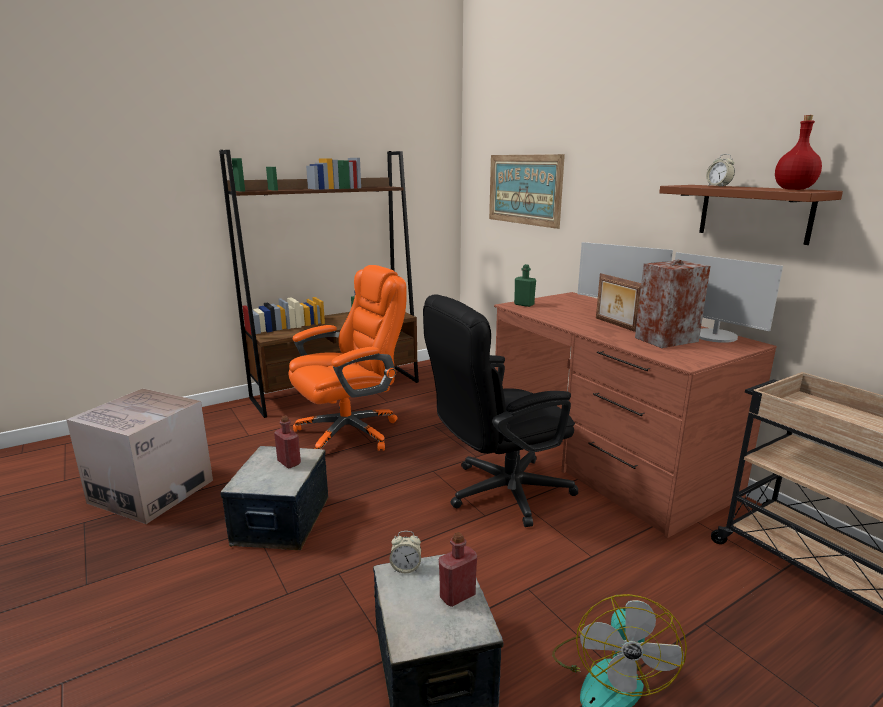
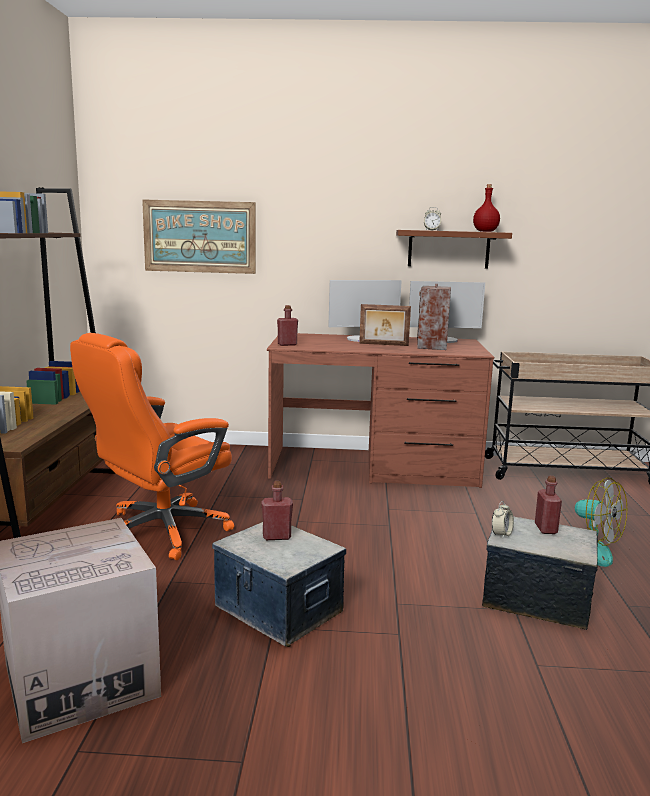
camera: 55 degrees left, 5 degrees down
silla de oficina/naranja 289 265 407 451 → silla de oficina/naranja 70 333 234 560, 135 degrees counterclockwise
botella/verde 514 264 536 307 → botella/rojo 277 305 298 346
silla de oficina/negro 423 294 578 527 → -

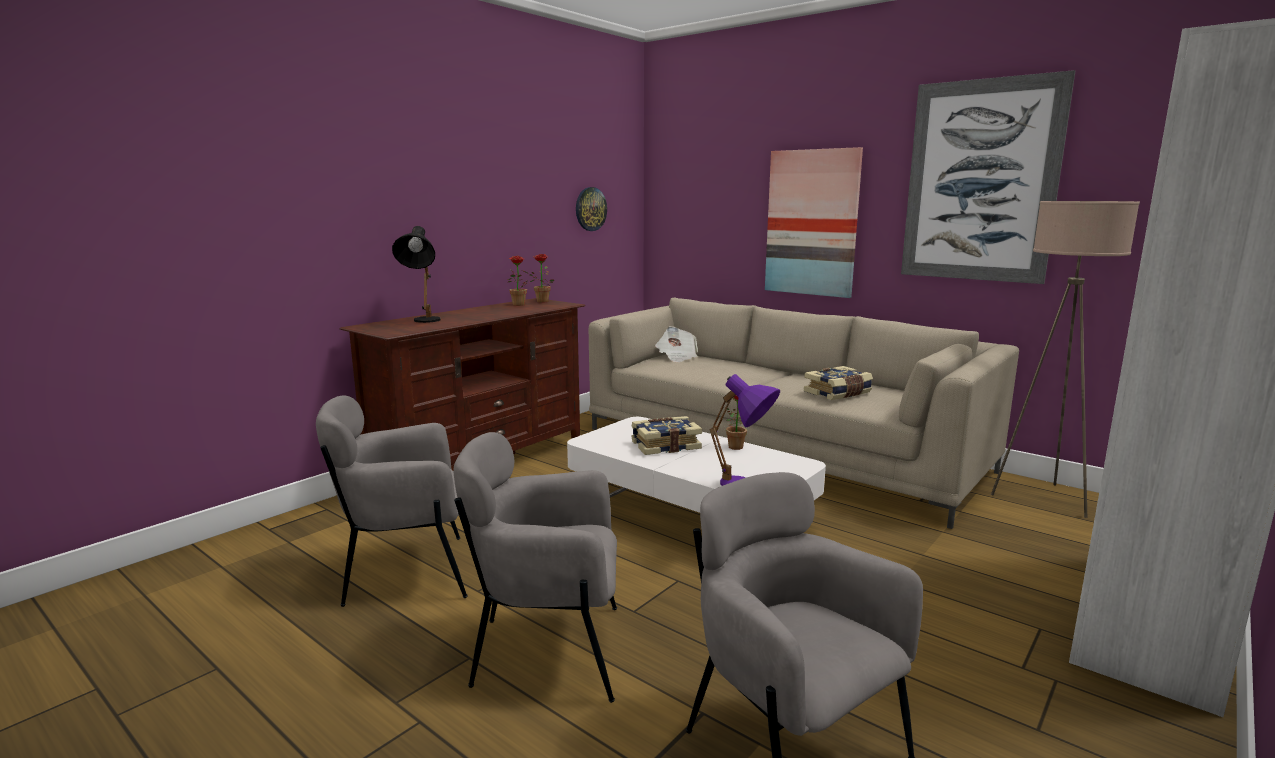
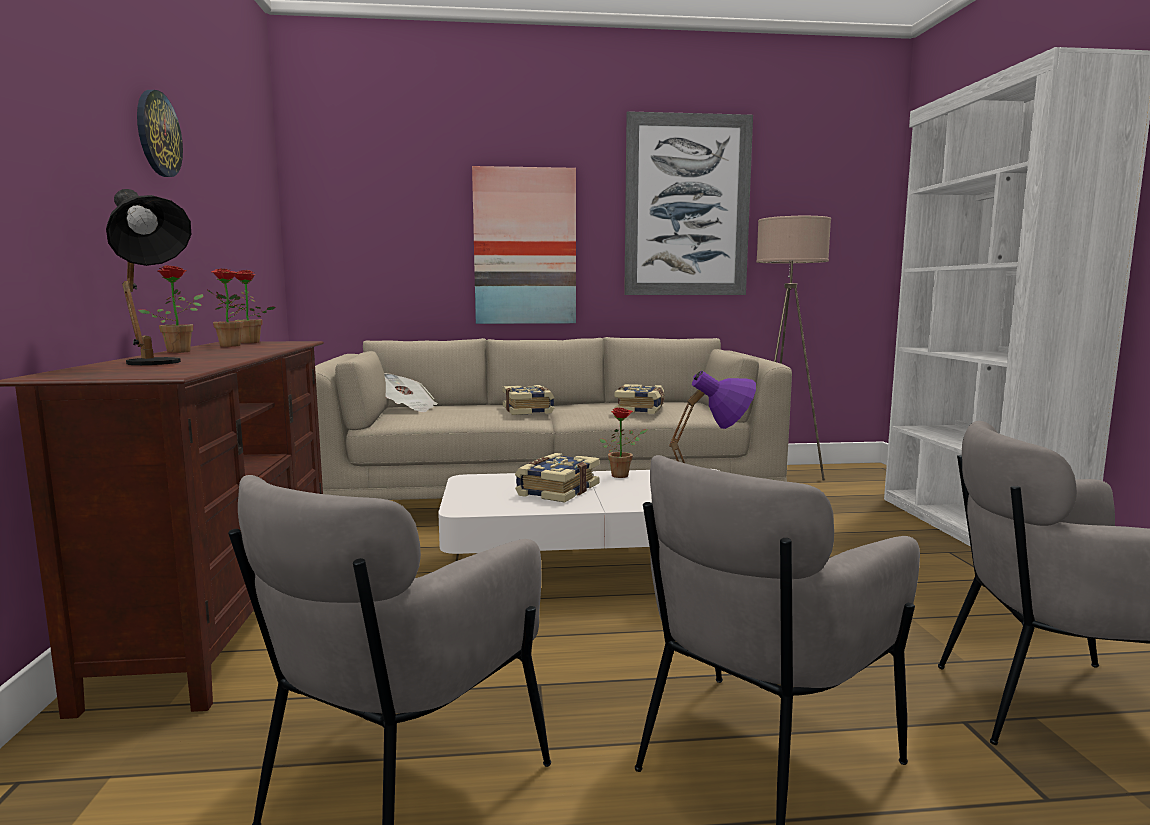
camera: 45 degrees left, 5 degrees down
reloj de pared 576 187 607 231 → reloj de pared 137 90 183 177, shifted
- → planta en maceta 138 265 203 353
- → libro 502 385 554 415

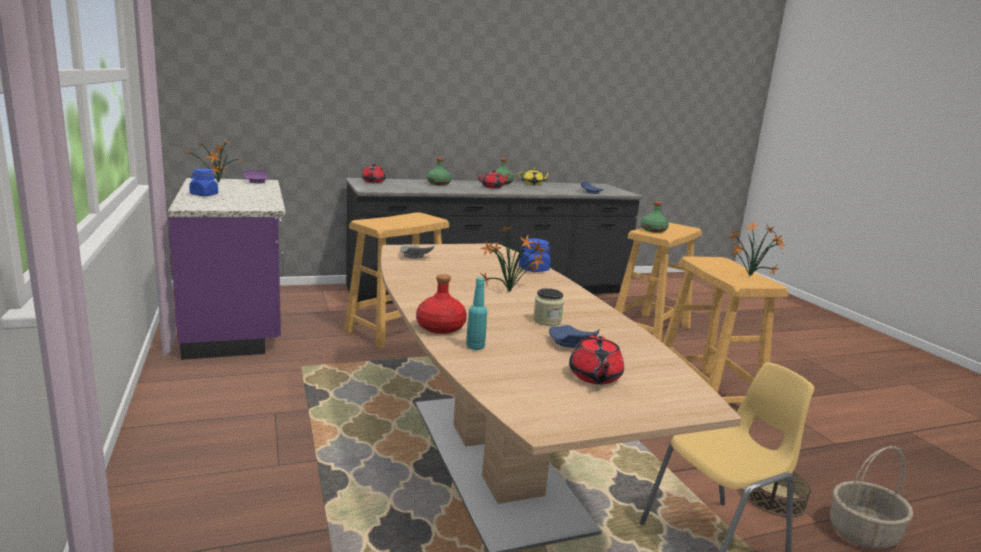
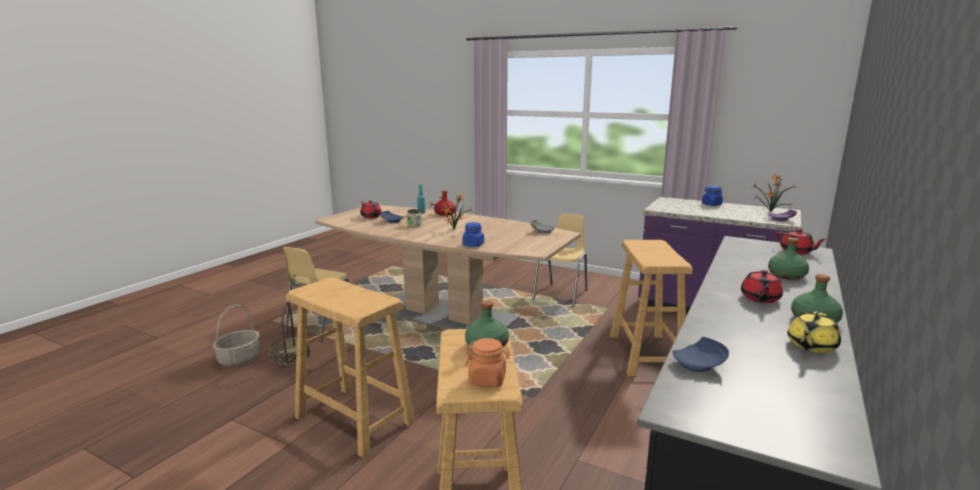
camera: 140 degrees right, 0 degrees up
- → tarro/naranja 465 338 511 387
- → silla/amarillo 533 214 587 307
planta en maceta 727 221 785 276 → -

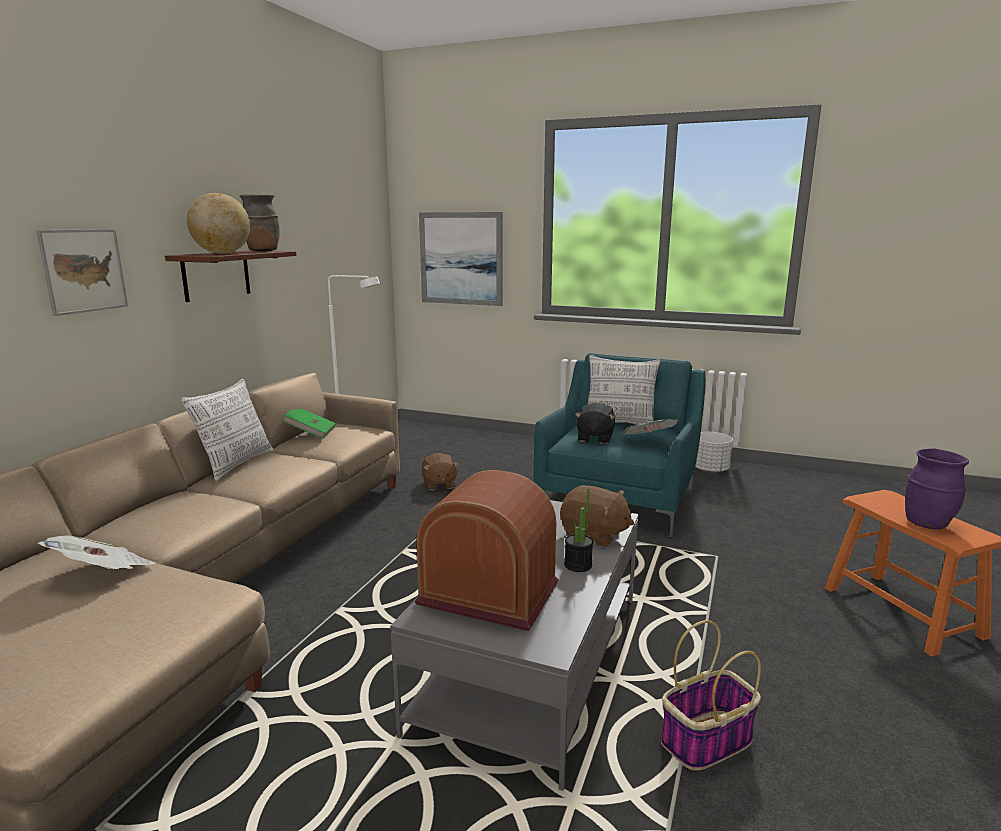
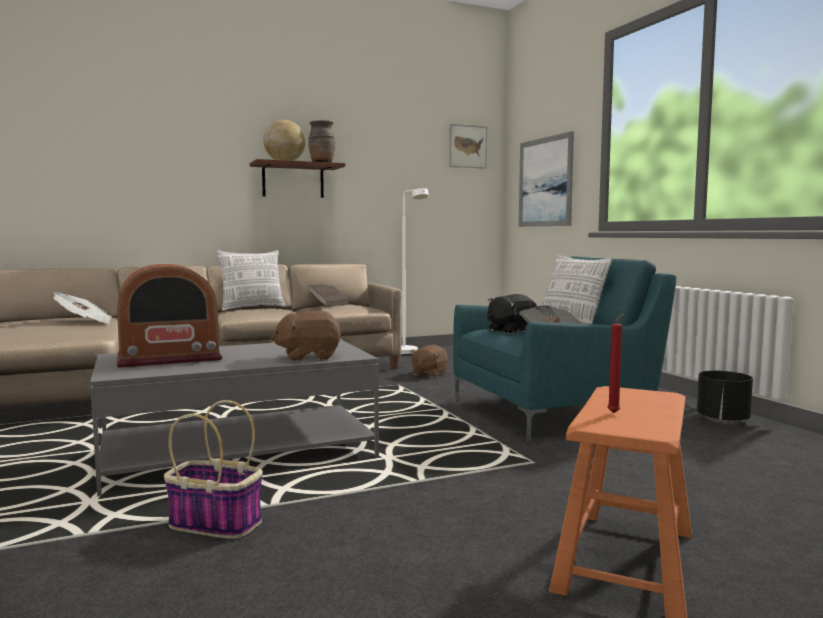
camera: 45 degrees right, 10 degrees down
radio 415 470 559 631 → radio 117 264 222 368, 90 degrees clockwise
peluche/marrón 560 485 634 547 → peluche/marrón 271 311 341 362, 90 degrees clockwise
libro/verde 283 409 336 439 → libro/marrón 308 284 350 306
cuadro 36 229 128 316 → cuadro 449 124 487 169, shifted
florero/morado 905 449 969 530 → vela/rojo 607 314 624 413
maceta/blanco 695 432 733 473 → maceta/negro 697 371 753 424
planta en maceta 564 488 593 572 → -

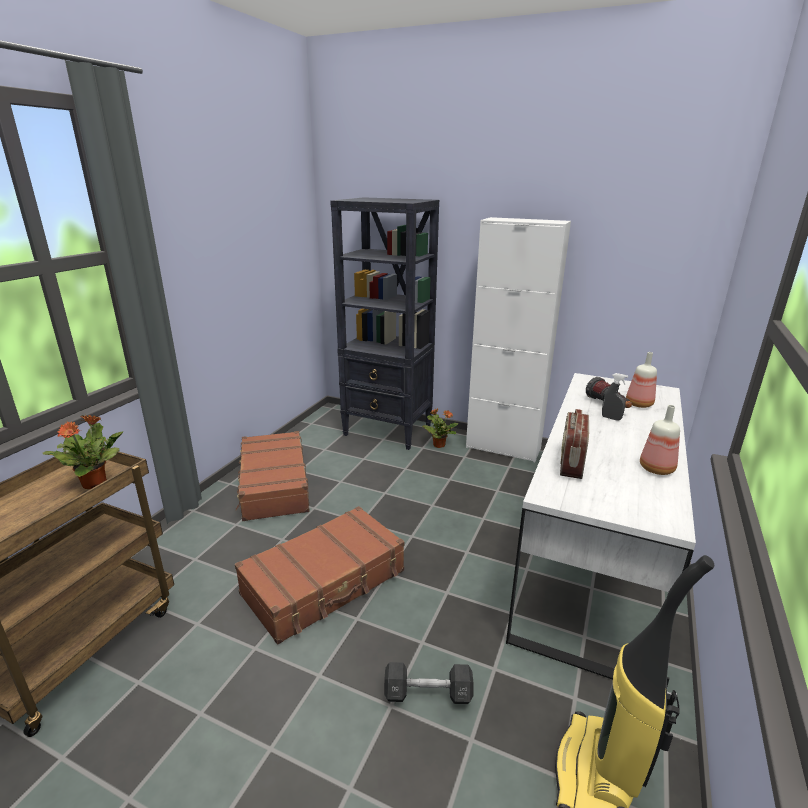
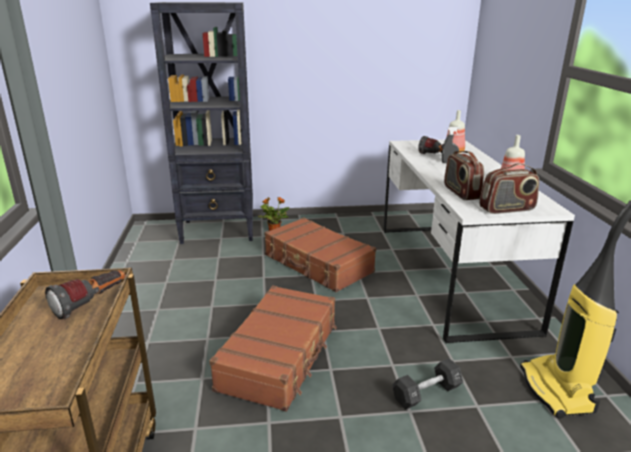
camera: 30 degrees left, 0 degrees up
planta en maceta 43 415 123 489 → linterna 45 270 125 319
maleta/marrón 236 431 310 521 → maleta/marrón 264 217 376 292, shifted
- → radio 479 163 539 214
armario/blanco 466 217 571 462 → -

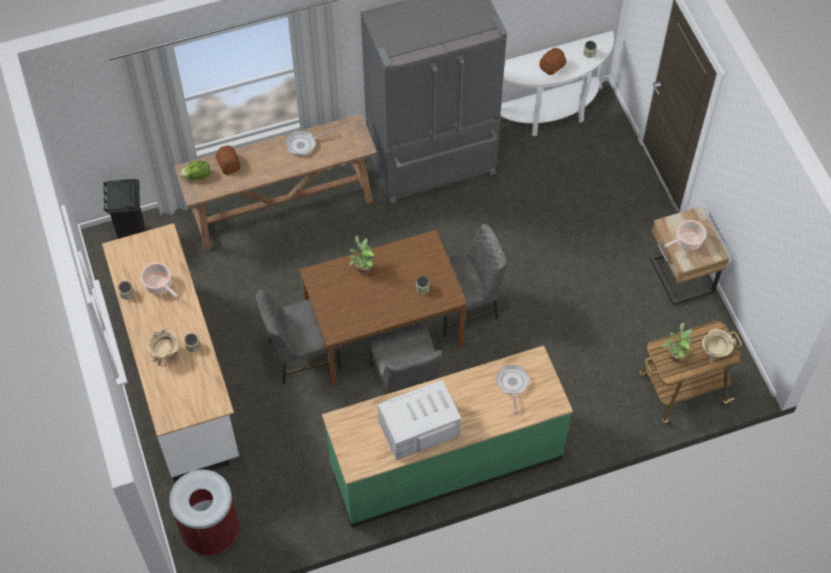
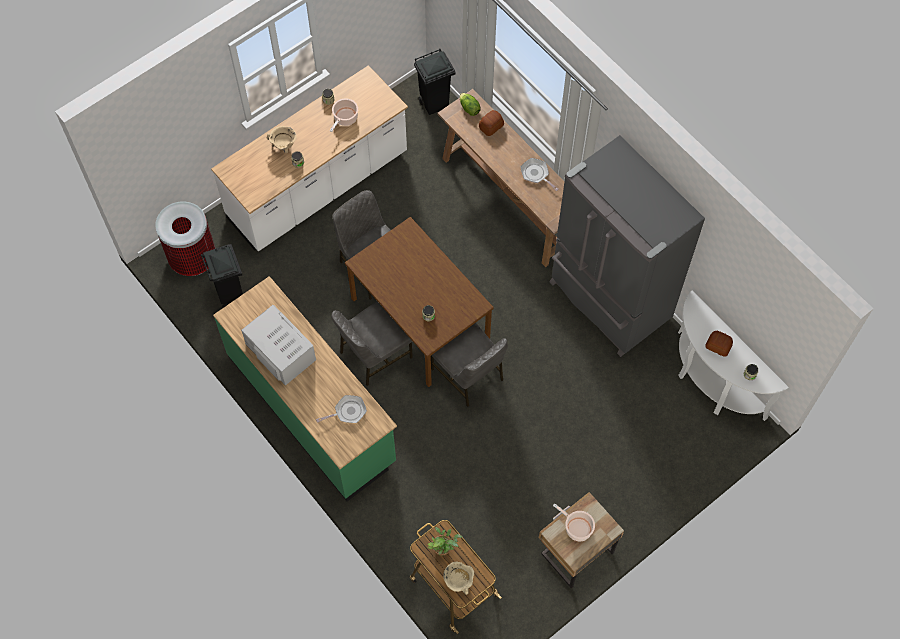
camera: 70 degrees right, 5 degrees up
- → papelera/negro 201 244 243 308
planta en maceta 349 235 375 274 → -

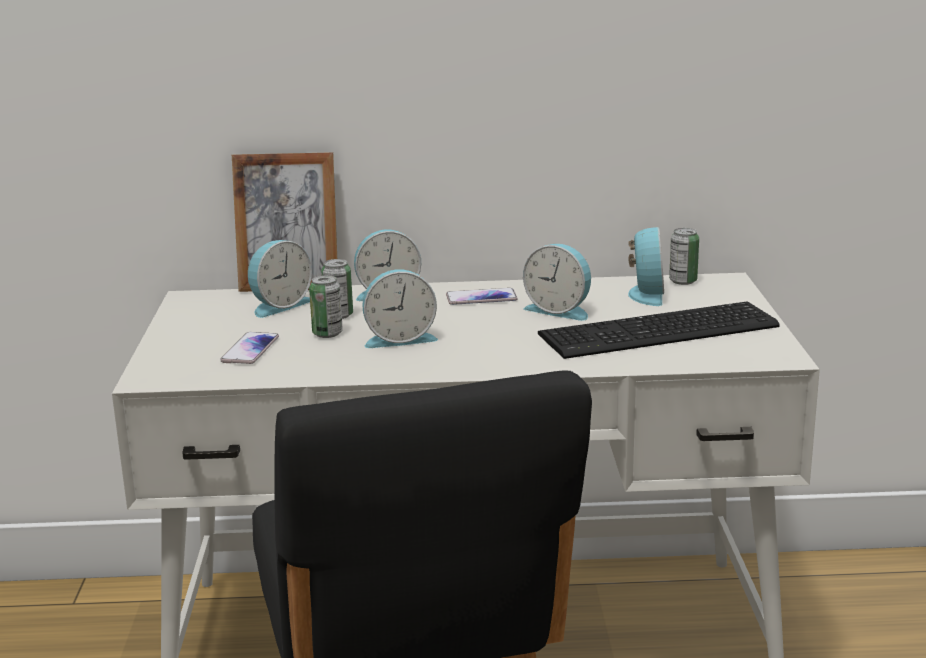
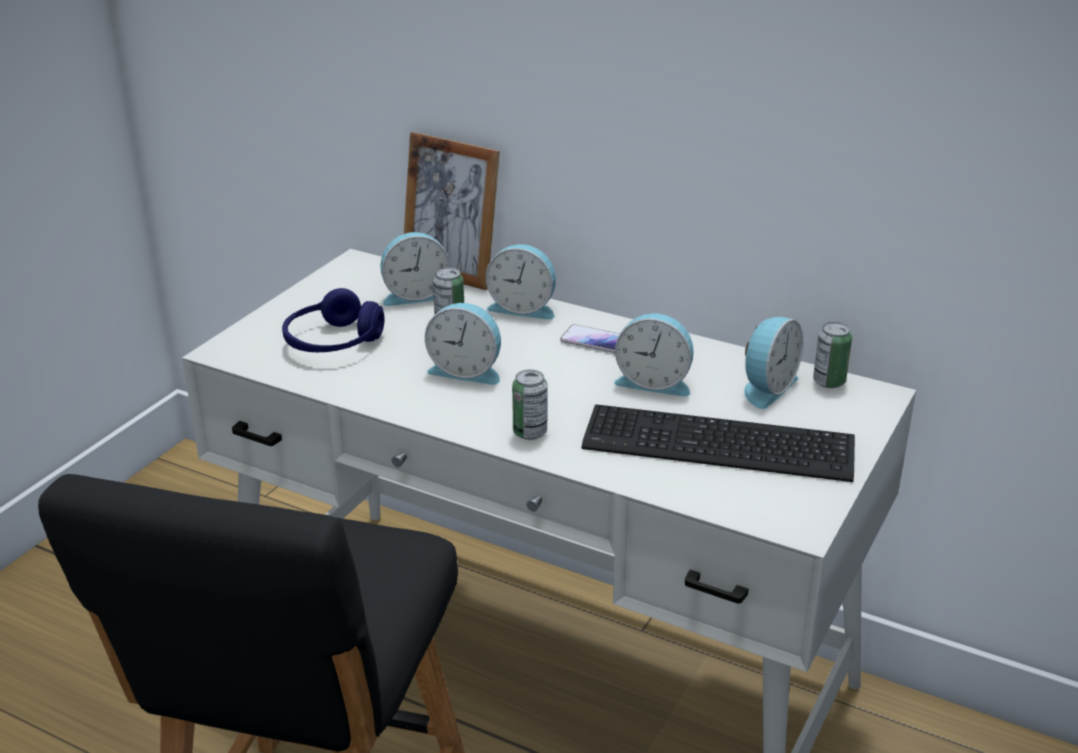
camera: 30 degrees right, 10 degrees up
móvil 220 332 279 364 → auriculares/azul 282 288 385 352
lata 309 275 343 338 → lata 512 370 547 440, shifted
despertador 523 244 591 321 → despertador 614 313 694 397, 45 degrees counterclockwise

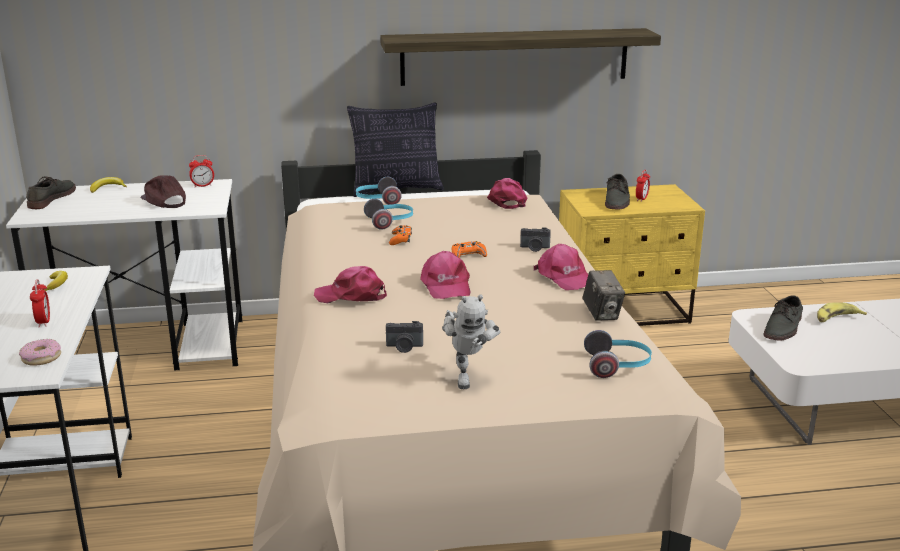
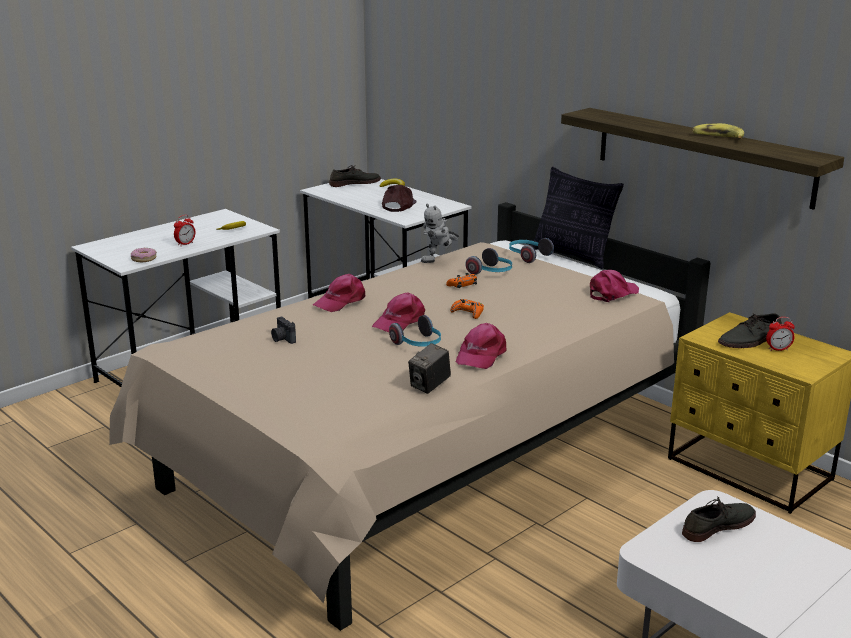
camera: 55 degrees right, 0 degrees up
gorra/rosa 314 266 387 303 → gorra/rosa 313 274 365 312, 105 degrees counterclockwise
auriculares 584 330 652 378 → auriculares 389 315 441 347, shifted
robot de juguete 442 294 500 389 → robot de juguete 421 203 459 263, shifted
zapato/gris 763 295 803 340 → zapato/gris 682 496 756 542, 150 degrees clockwise
plátano 817 302 867 322 → plátano 693 123 744 138, shifted
despertador 189 155 214 187 → -
cámara 520 227 551 252 → -

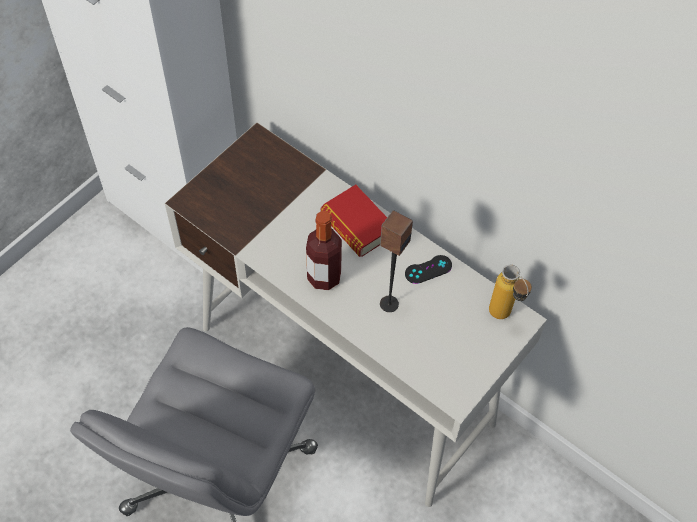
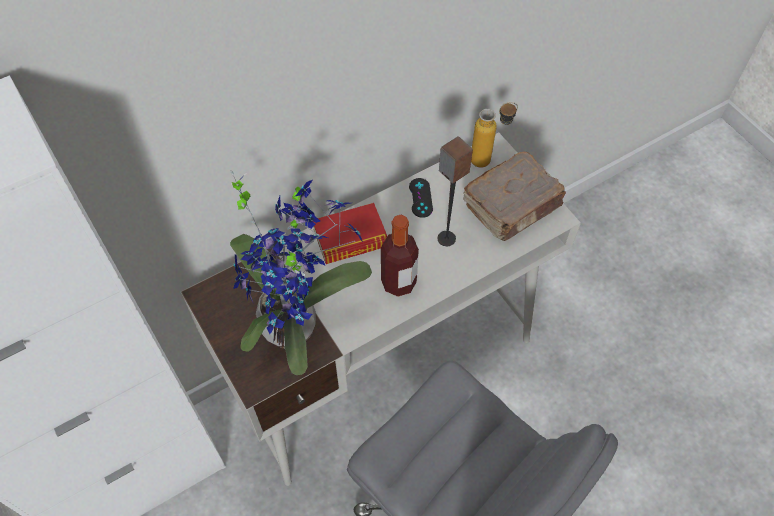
camera: 70 degrees left, 0 degrees up
- → planta en maceta 230 170 372 375
- → libro/marrón 463 152 566 241

